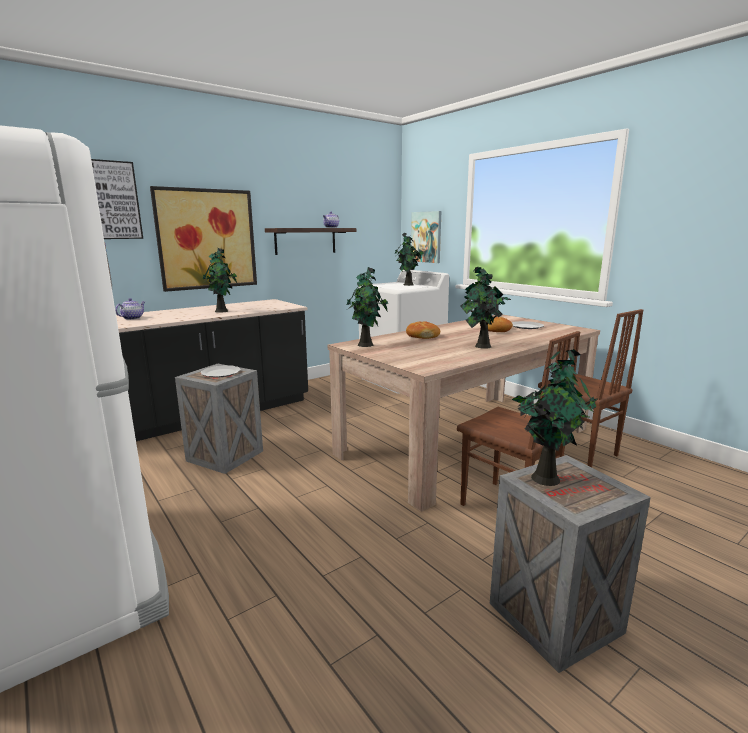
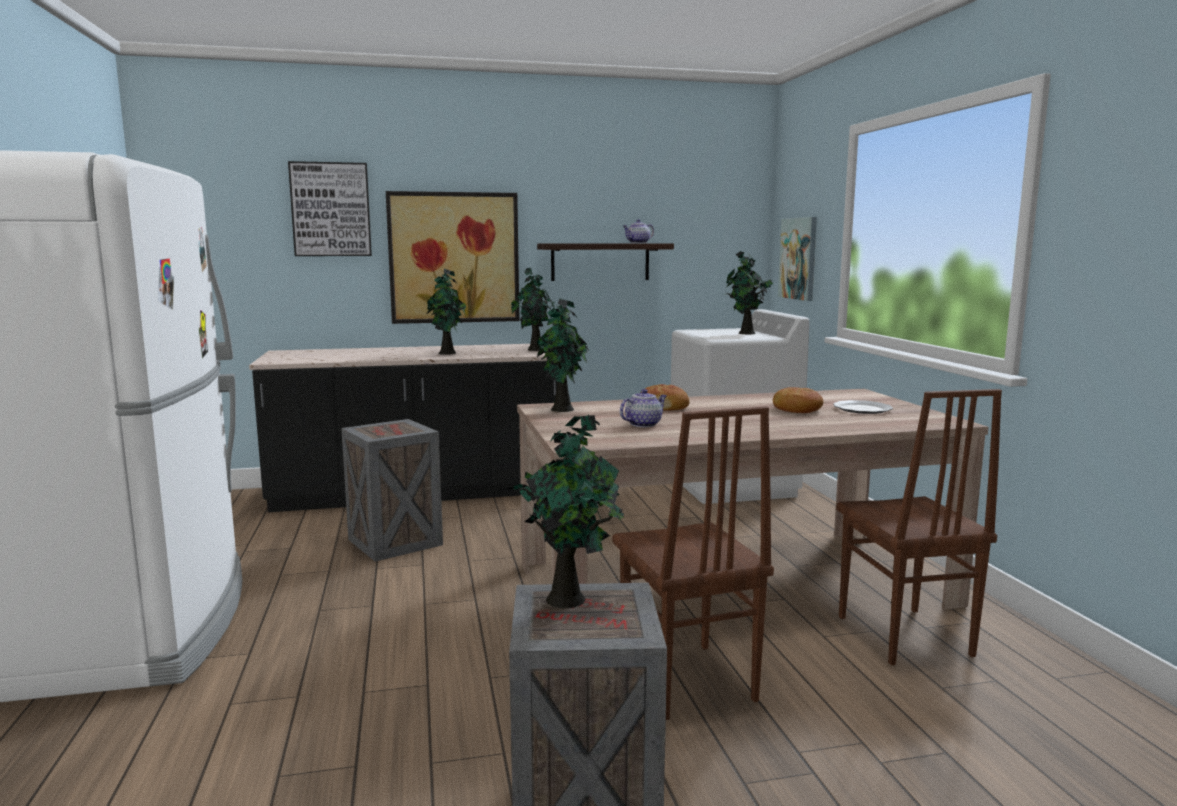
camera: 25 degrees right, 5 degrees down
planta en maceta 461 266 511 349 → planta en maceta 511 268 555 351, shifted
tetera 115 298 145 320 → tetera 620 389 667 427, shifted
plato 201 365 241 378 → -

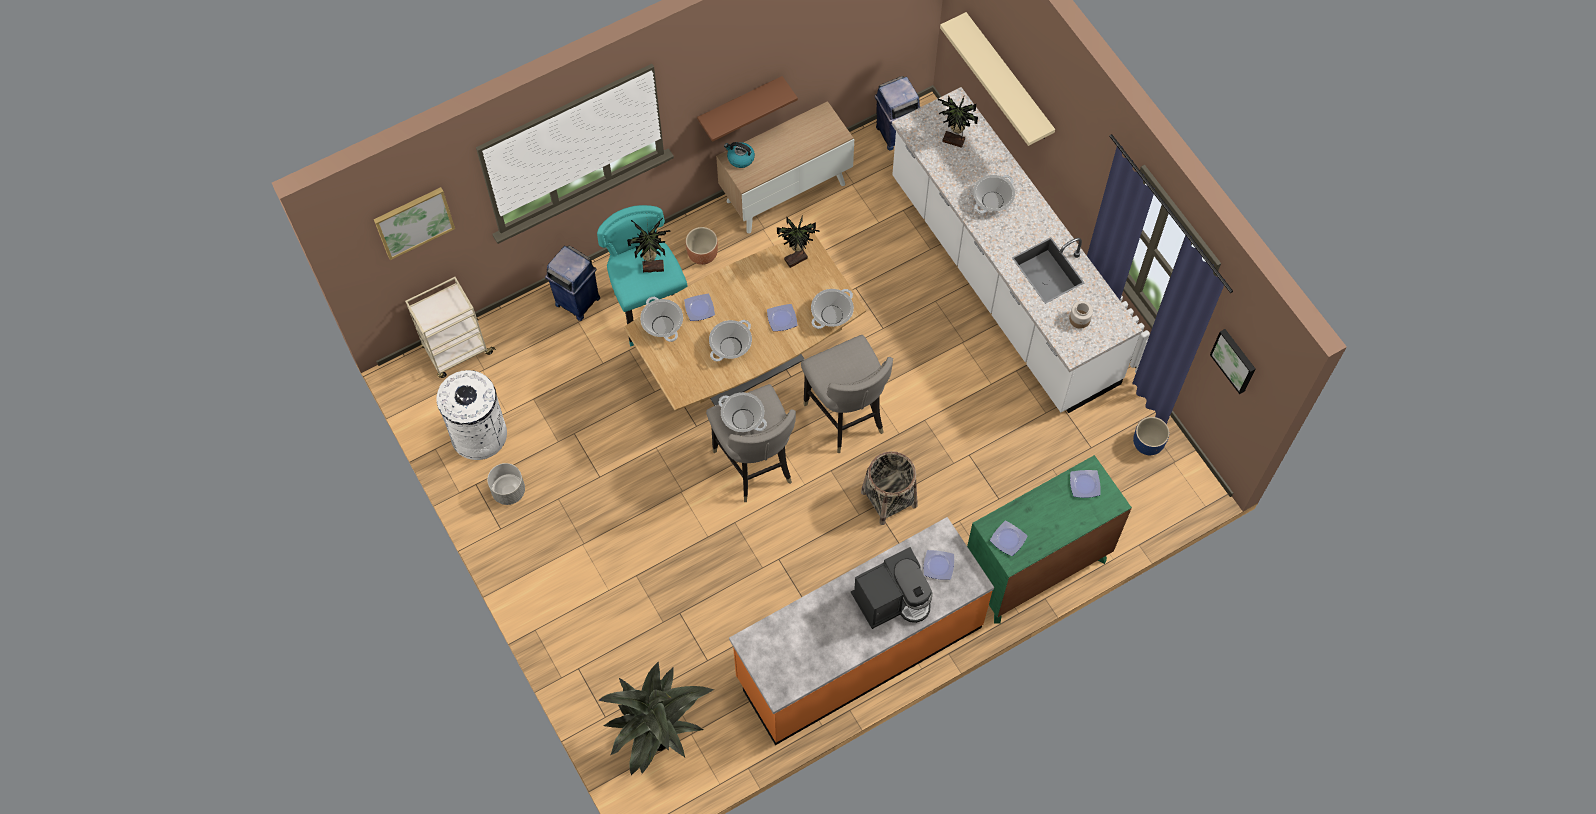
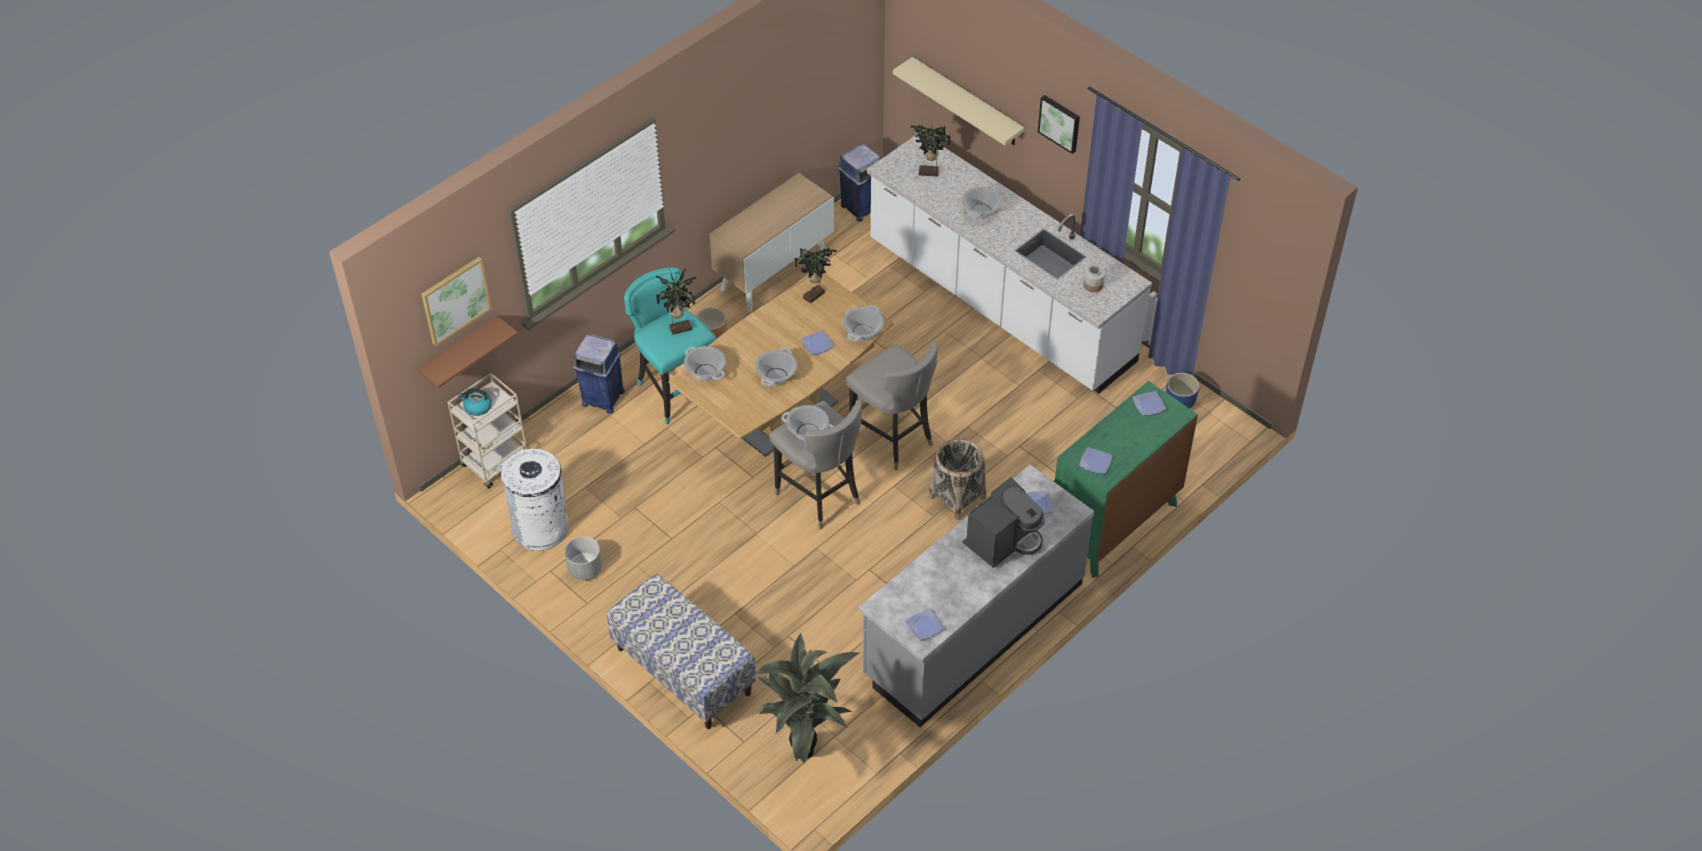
camera: 15 degrees left, 15 degrees down
estante/marrón 697 76 798 142 → estante/marrón 418 316 518 388, shifted
hervidor 724 142 755 168 → hervidor 458 388 492 416, shifted
- → banco 607 574 756 729
mueble bajo de cocina/naranja 729 517 994 745 → mueble bajo de cocina/gris 859 465 1094 727
plato 684 294 715 321 → plato 906 609 944 640, shifted
cuadro 1210 329 1256 394 → cuadro 1038 95 1080 154, shifted

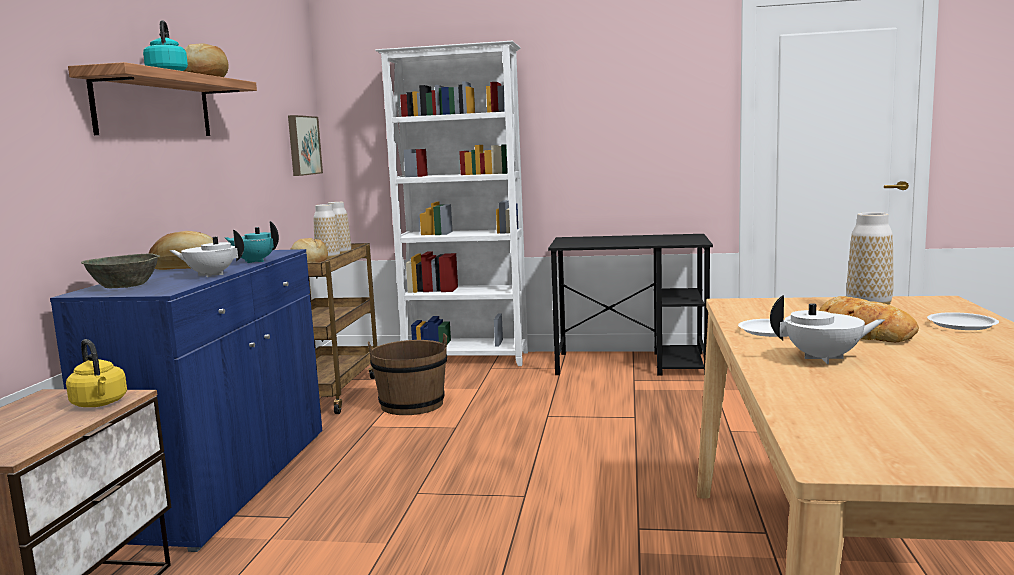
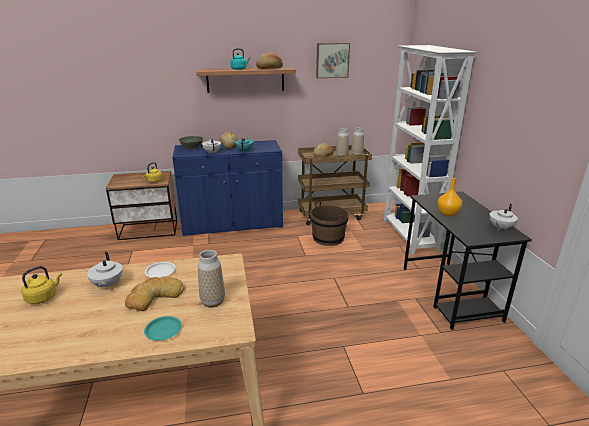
camera: 70 degrees right, 15 degrees up
- → hervidor/amarillo 21 266 62 304
plato/blanco 927 312 999 330 → plato/turquesa 144 316 182 341
cuadro 288 115 323 176 → cuadro 316 43 350 78, shifted
- → florero/naranja 437 178 462 216
- → tetera/blanco 489 204 518 230

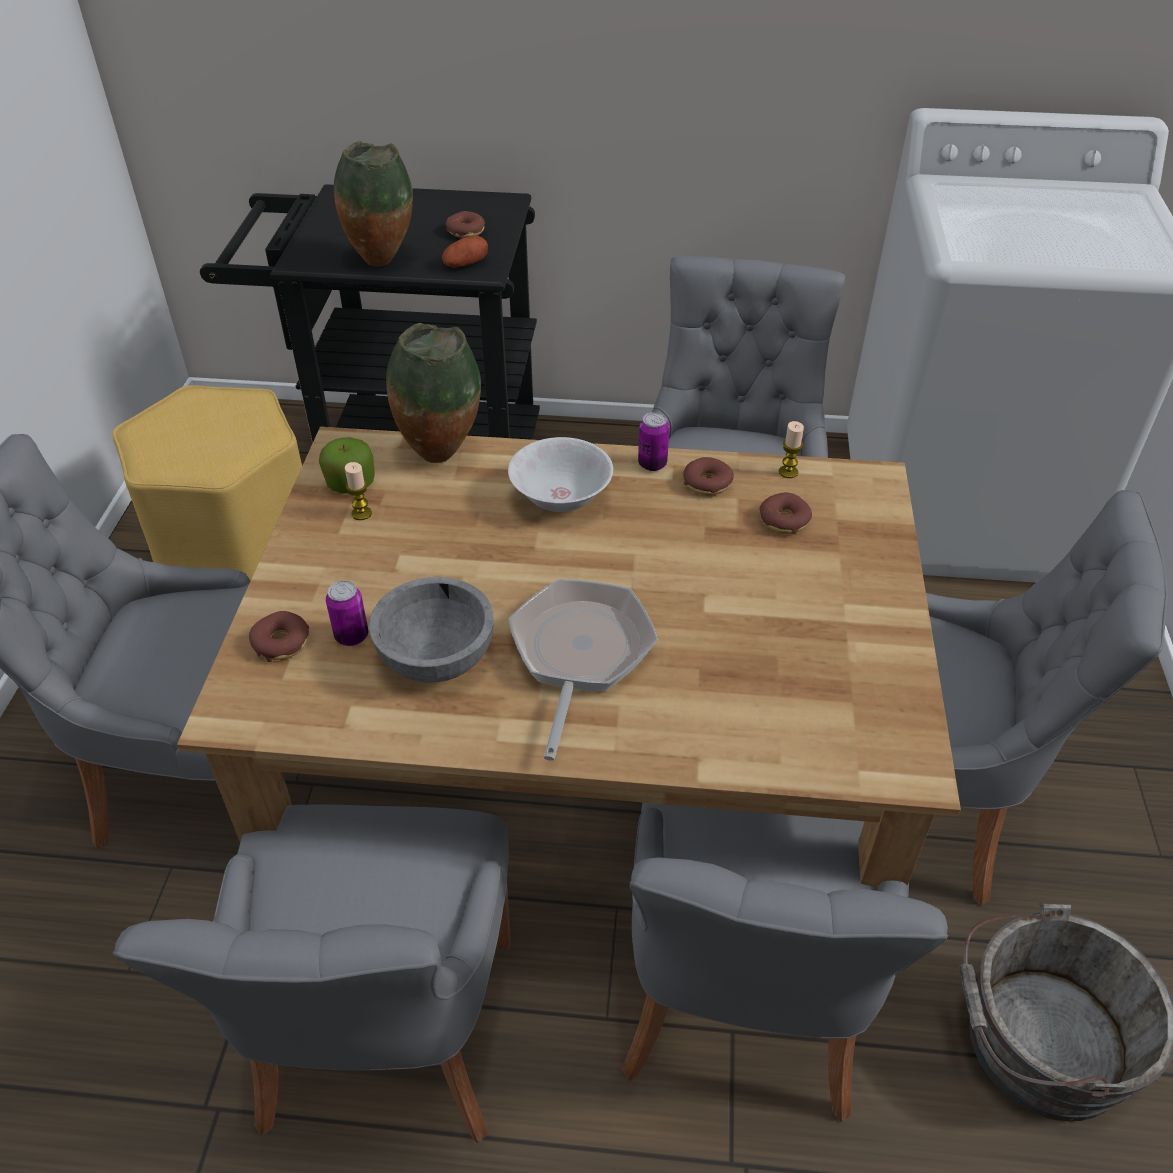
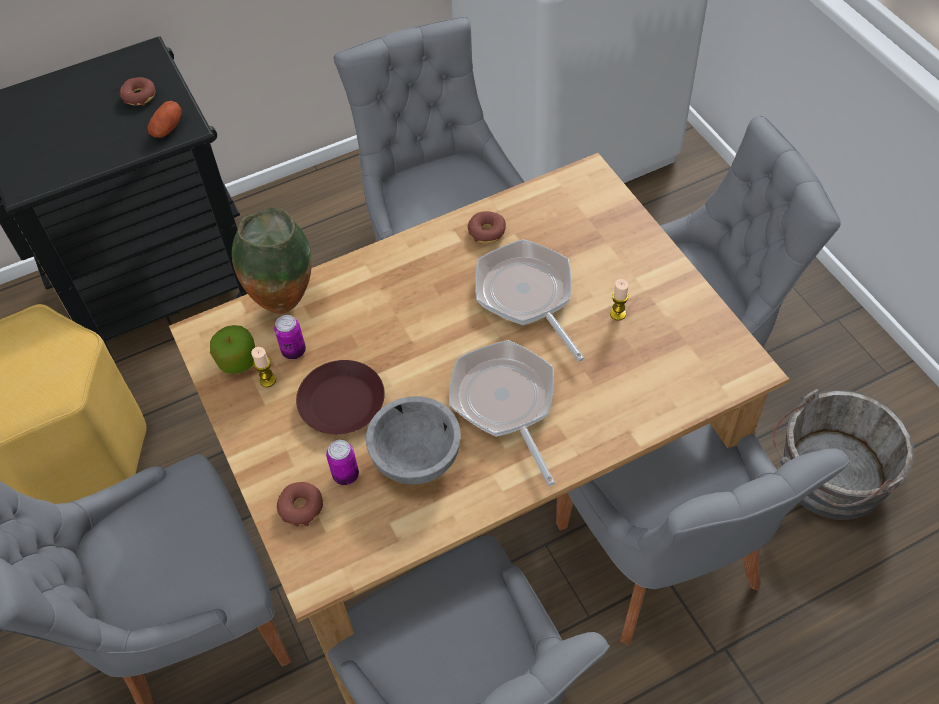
camera: 30 degrees left, 10 degrees up
lata 638 412 669 471 → lata 274 315 306 359, shifted
- → plato/marrón 296 360 385 434
- → sartén 475 239 585 362
vela 779 421 804 478 → vela 610 279 629 321, shifted
florero 334 141 413 266 → -
cuenco/blanco 508 437 613 512 → -
rosquilla 759 492 812 534 → -

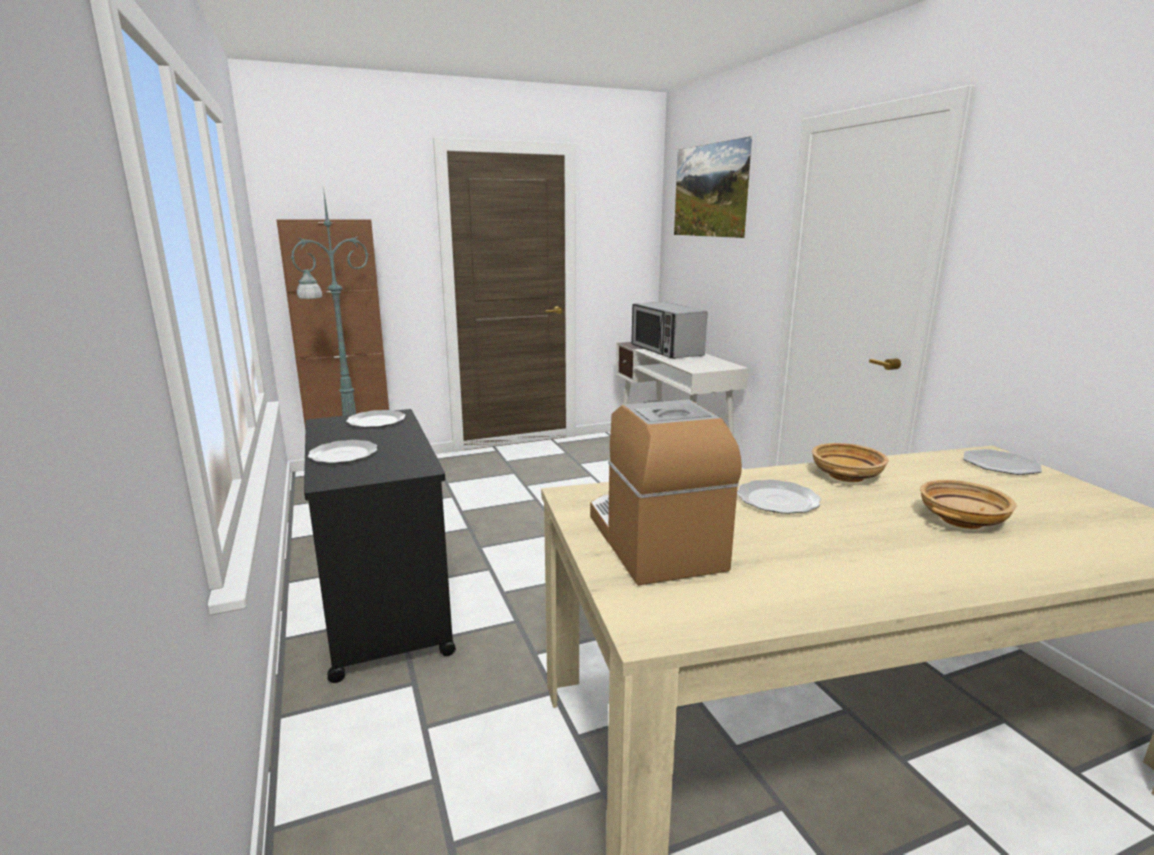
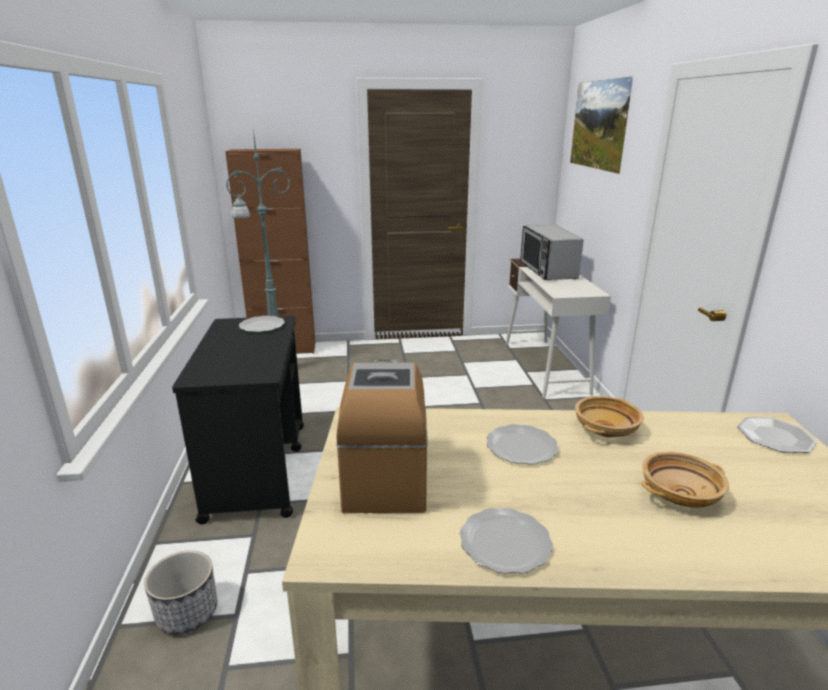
camera: 15 degrees right, 5 degrees up
- → maceta 144 550 217 634
plato 308 440 377 464 → plato 460 508 553 574, shifted

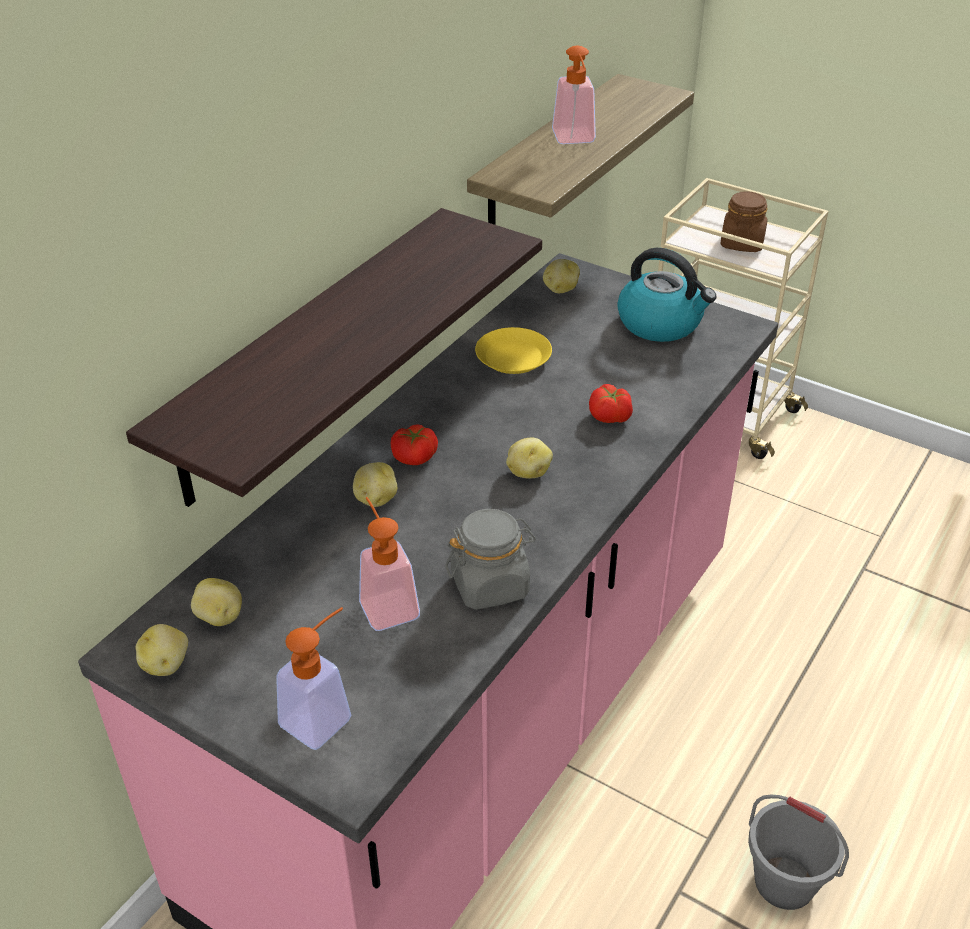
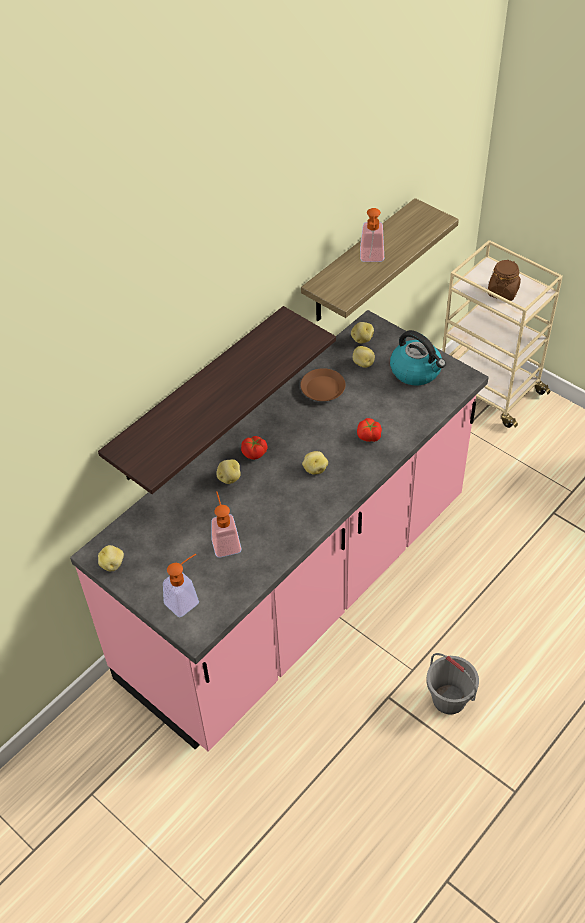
camera: 10 degrees right, 10 degrees up
plato/amarillo 475 327 552 374 → plato/marrón 300 368 346 401
patata 191 578 242 626 → patata 352 346 375 368, shifted
tarro/gris 445 509 536 610 → -

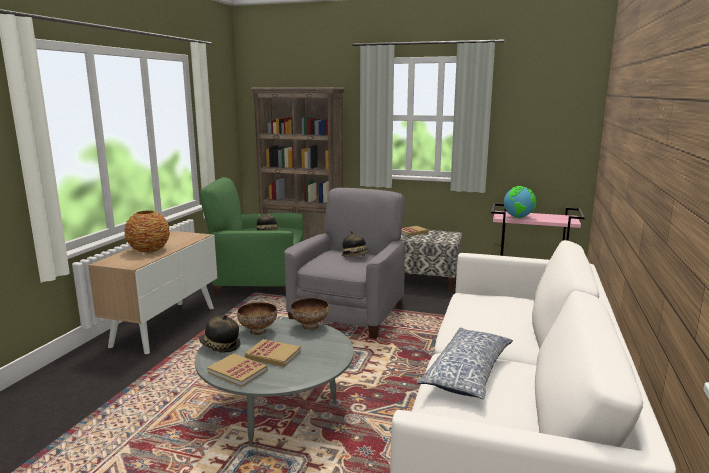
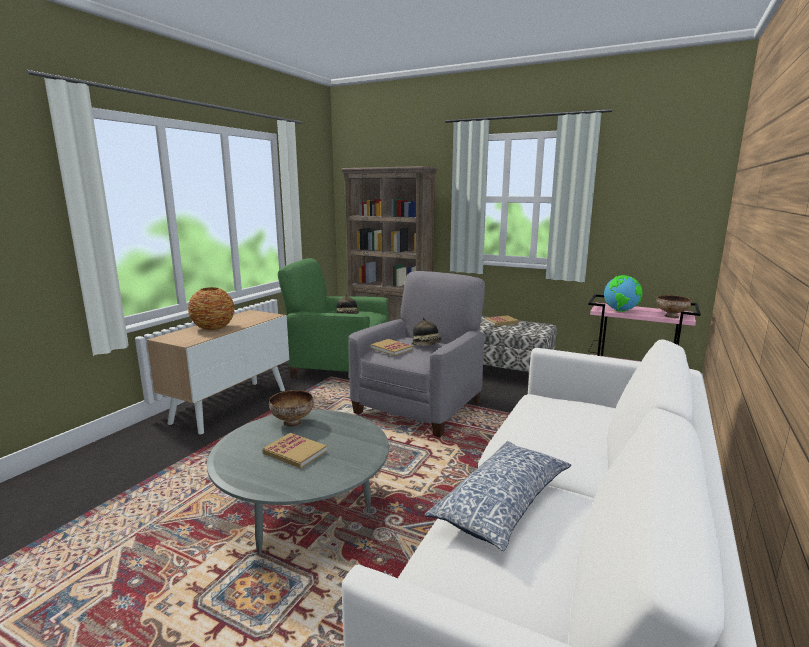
camera: 10 degrees right, 0 degrees up
libro 207 353 268 387 → libro 371 339 413 356, shifted
cuenco 290 298 329 330 → cuenco 656 295 691 318, shifted
sombrero 199 315 241 352 → -

